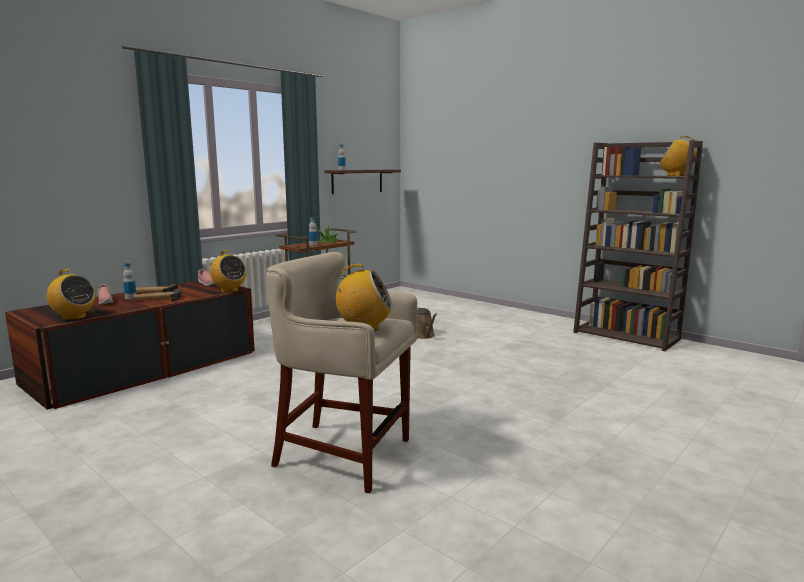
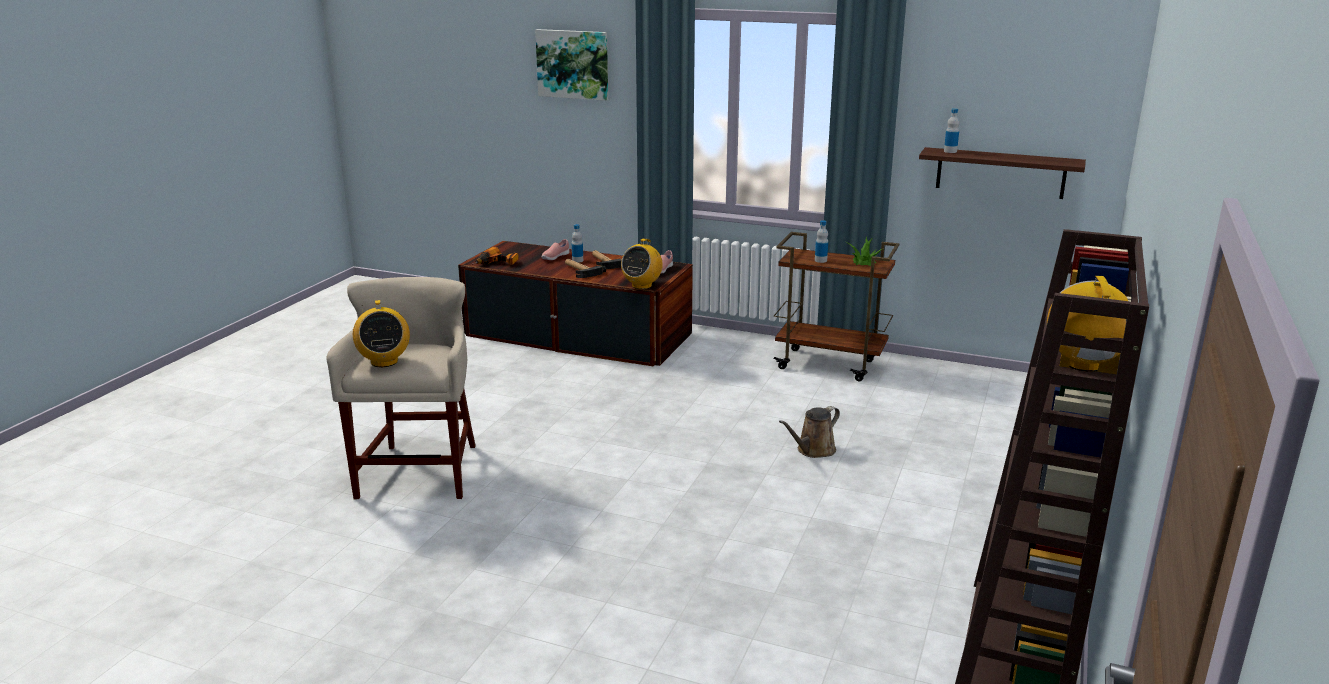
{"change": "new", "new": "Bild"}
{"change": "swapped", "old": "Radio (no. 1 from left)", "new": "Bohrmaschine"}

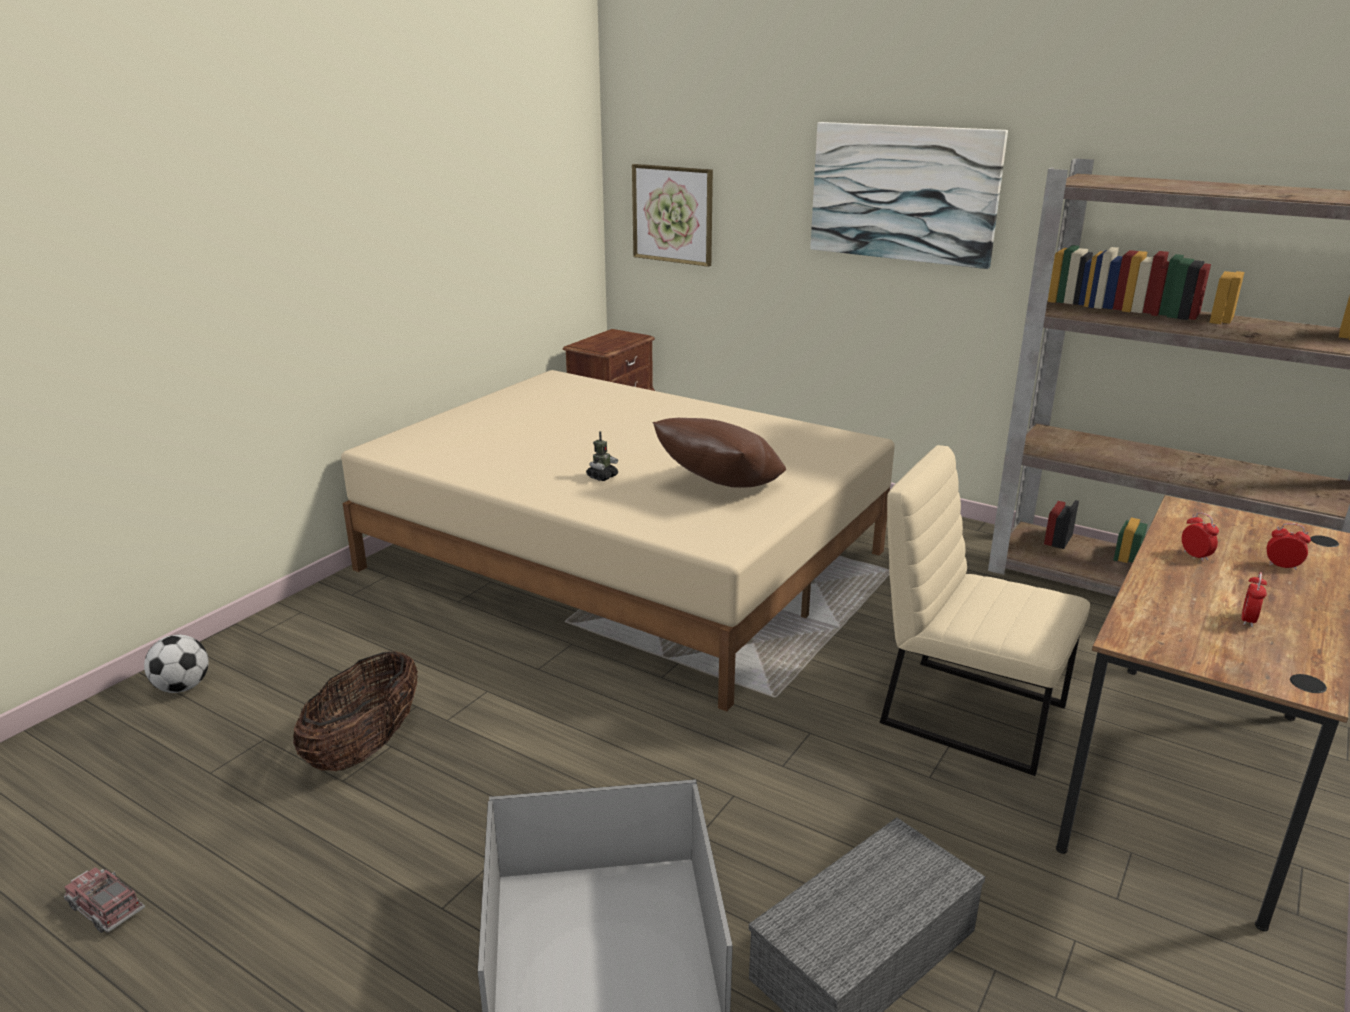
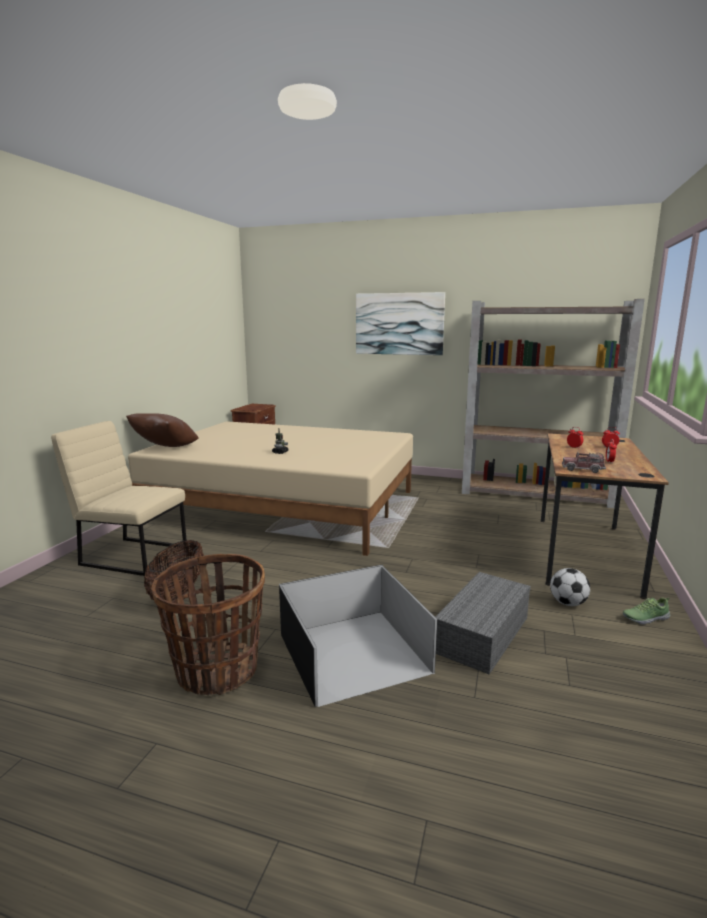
{"change": "gone", "old": "Bild (no. 1 from left)"}
{"change": "new", "new": "Korb (no. 2 from left)"}
{"change": "new", "new": "Schuh"}
{"change": "shifted", "old": "Spielzeuglaster"}
{"change": "shifted", "old": "Fußball"}
{"change": "shifted", "old": "Kissen (braun)"}
{"change": "shifted", "old": "Stuhl (beige)"}

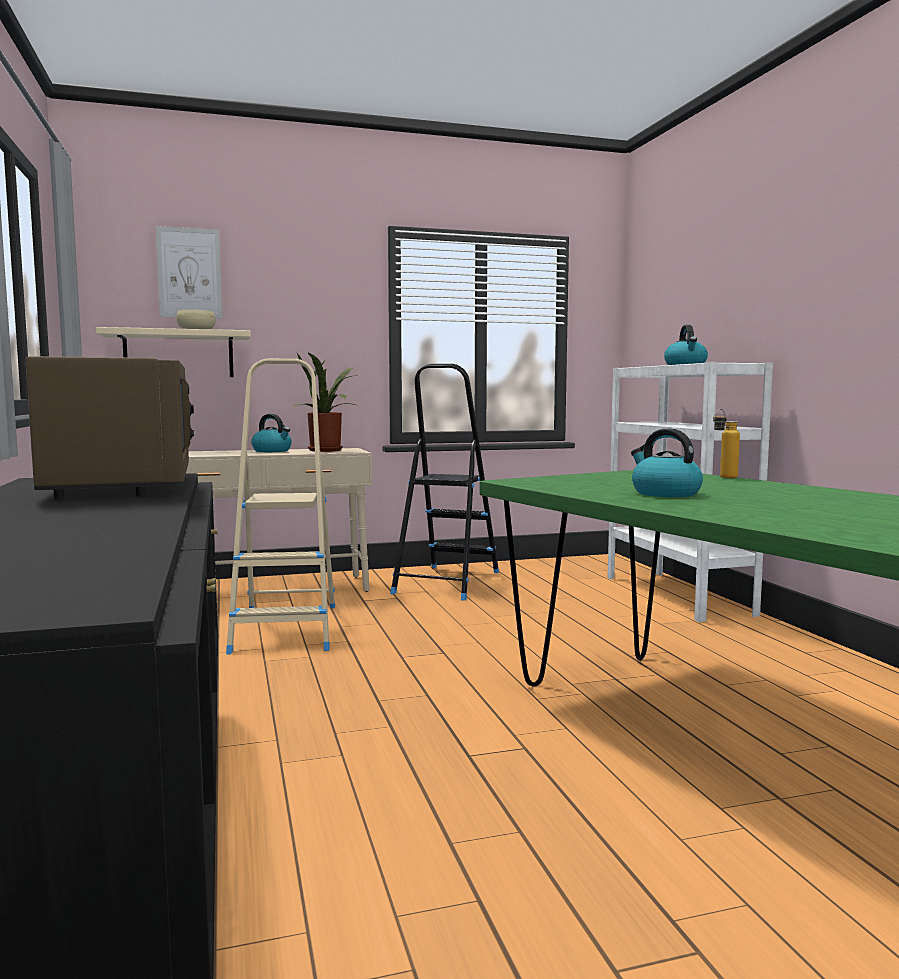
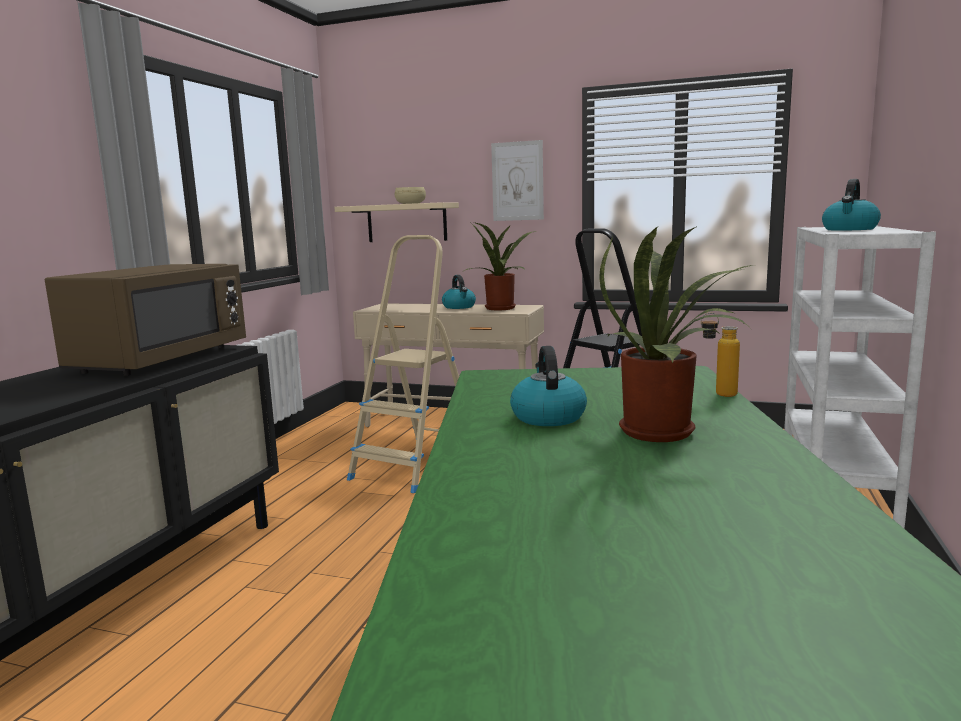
{"change": "new", "new": "Topfpflanze (no. 2 from left)"}
{"change": "shifted", "old": "Bild"}

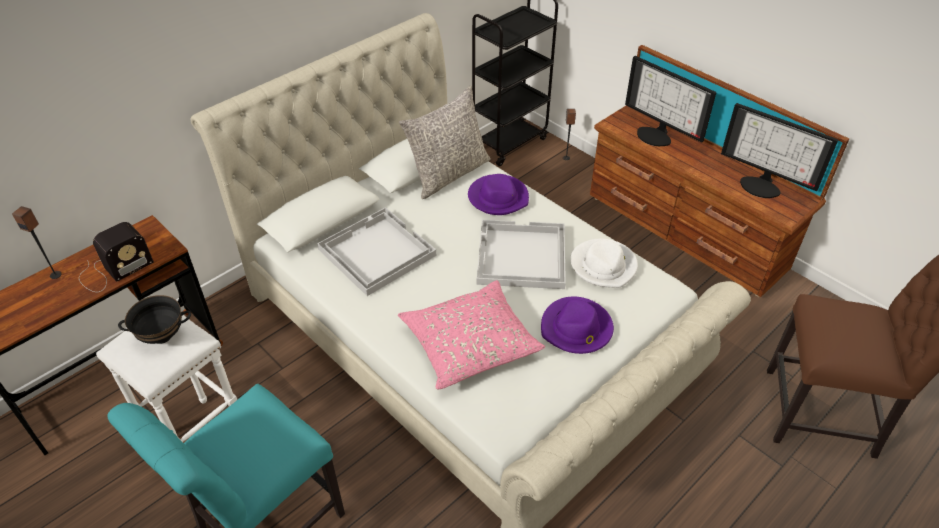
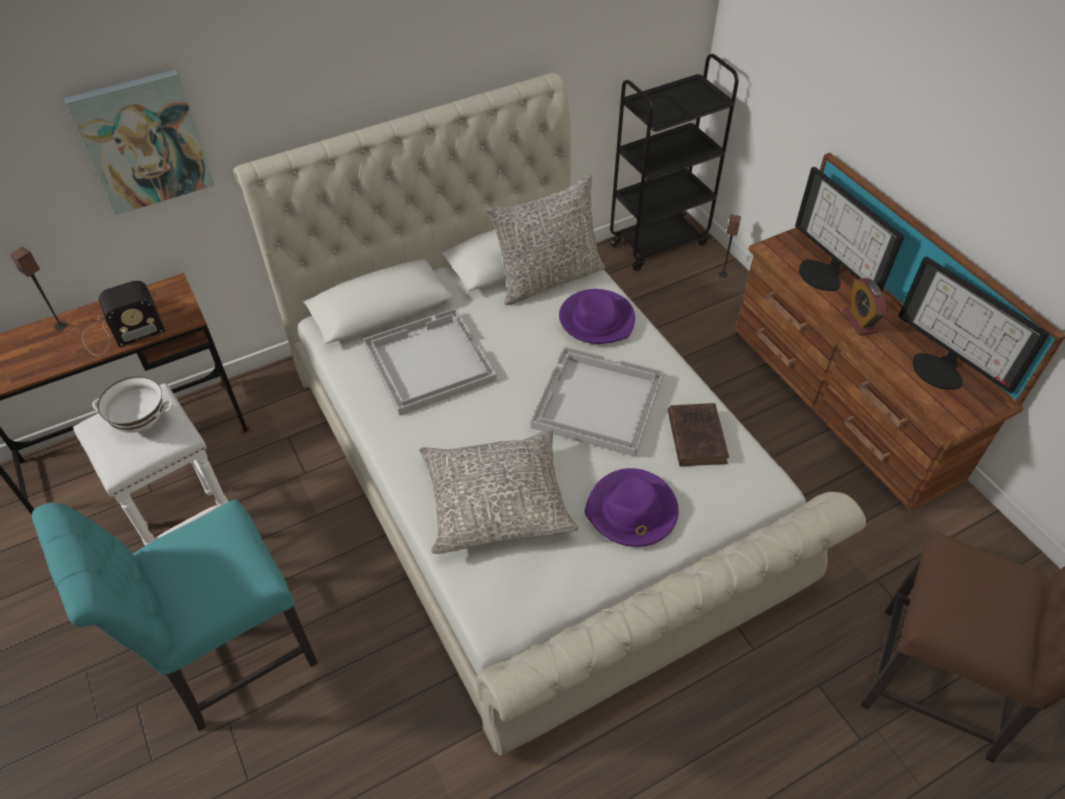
{"change": "new", "new": "Bild"}
{"change": "new", "new": "Wecker"}
{"change": "swapped", "old": "Hut (weiß)", "new": "Buch (braun)"}
{"change": "repainted", "old": "Schüssel (schwarz)", "new": "Schüssel (weiß)"}
{"change": "repainted", "old": "Kissen (rosa)", "new": "Kissen (grau) (no. 1 from left)"}

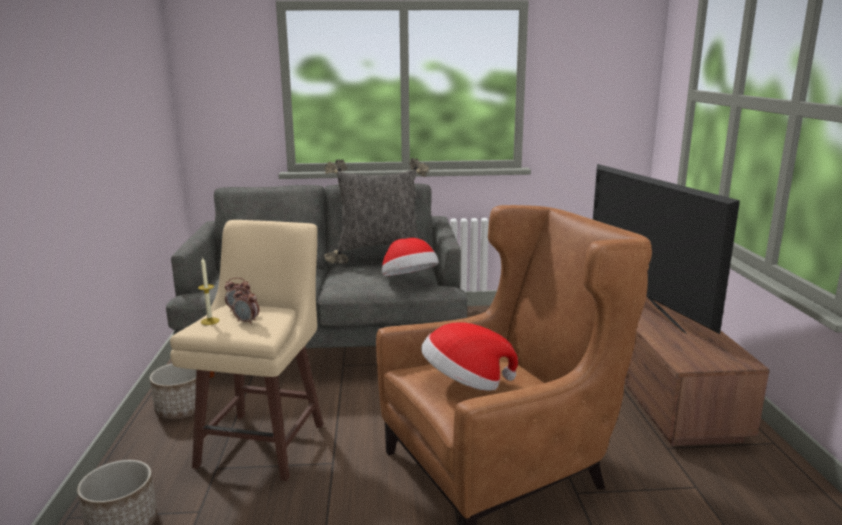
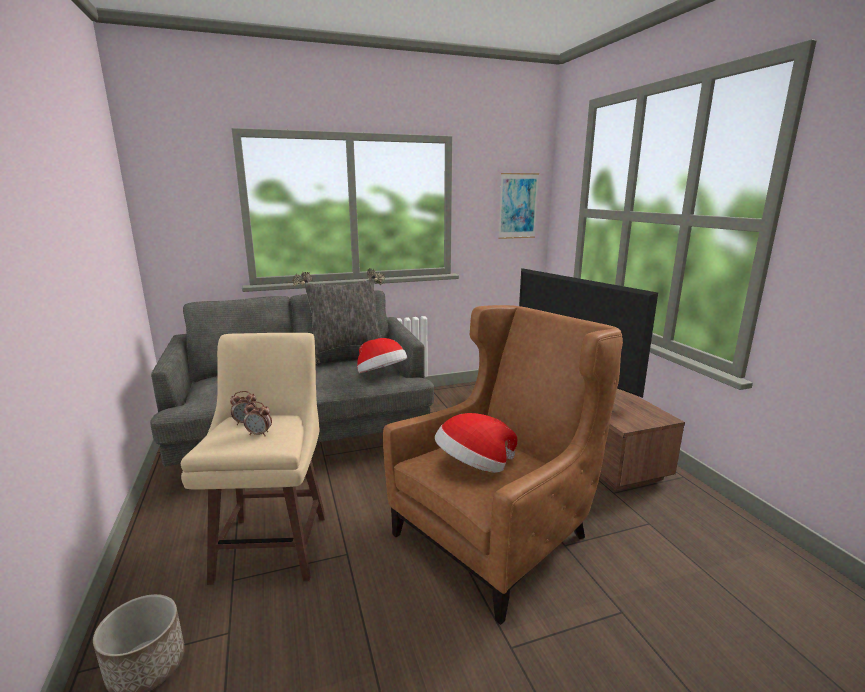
{"change": "gone", "old": "Pflanzkübel (no. 2 from left)"}
{"change": "gone", "old": "Kerze"}
{"change": "new", "new": "Bild"}

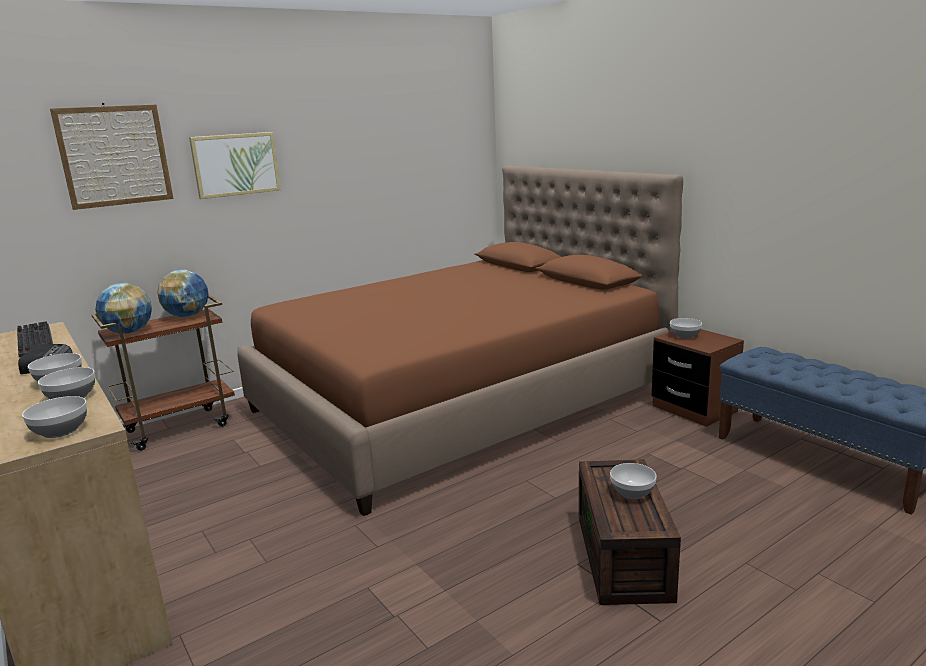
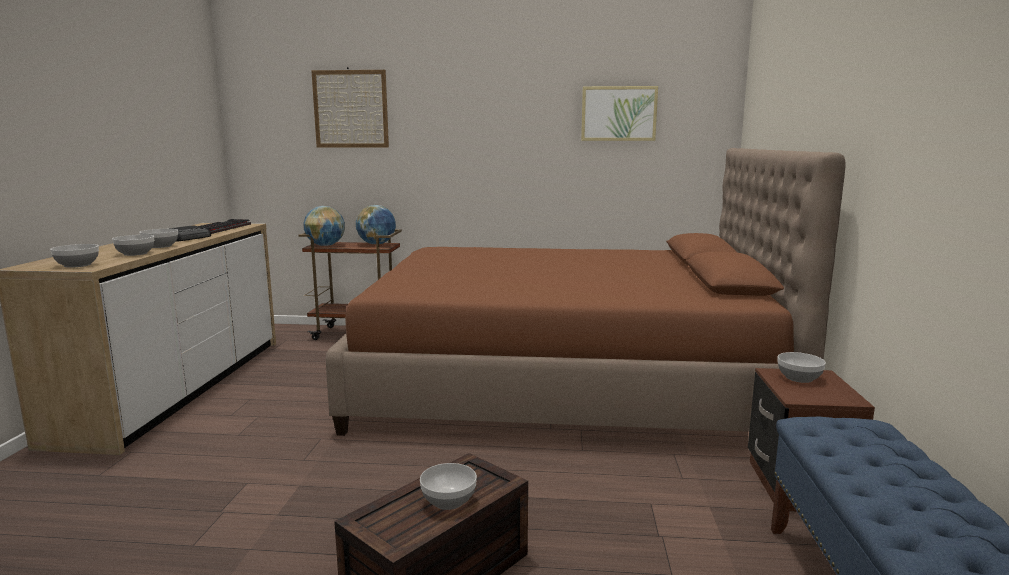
{"change": "shifted", "old": "Bild (no. 2 from left)"}

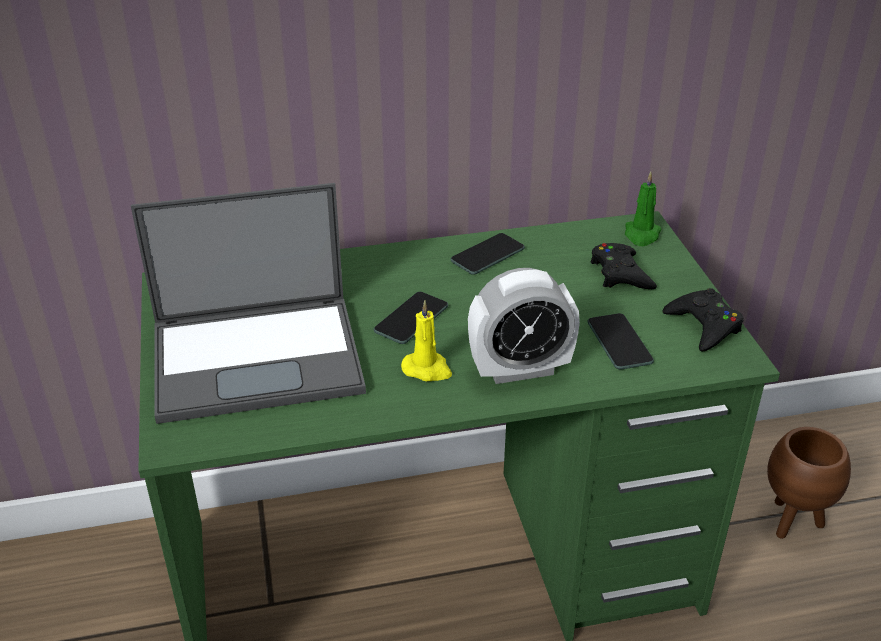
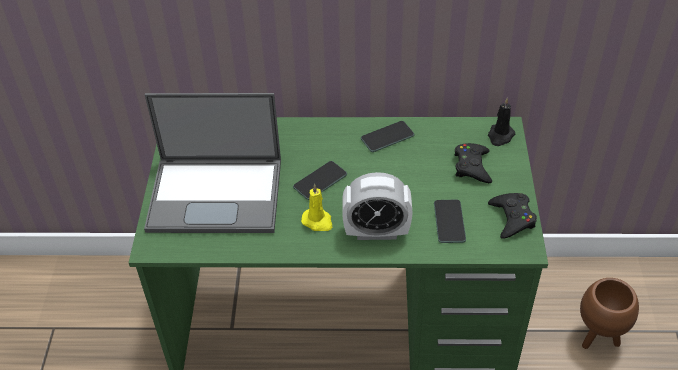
{"change": "repainted", "old": "Kerze (grün)", "new": "Kerze (schwarz)"}

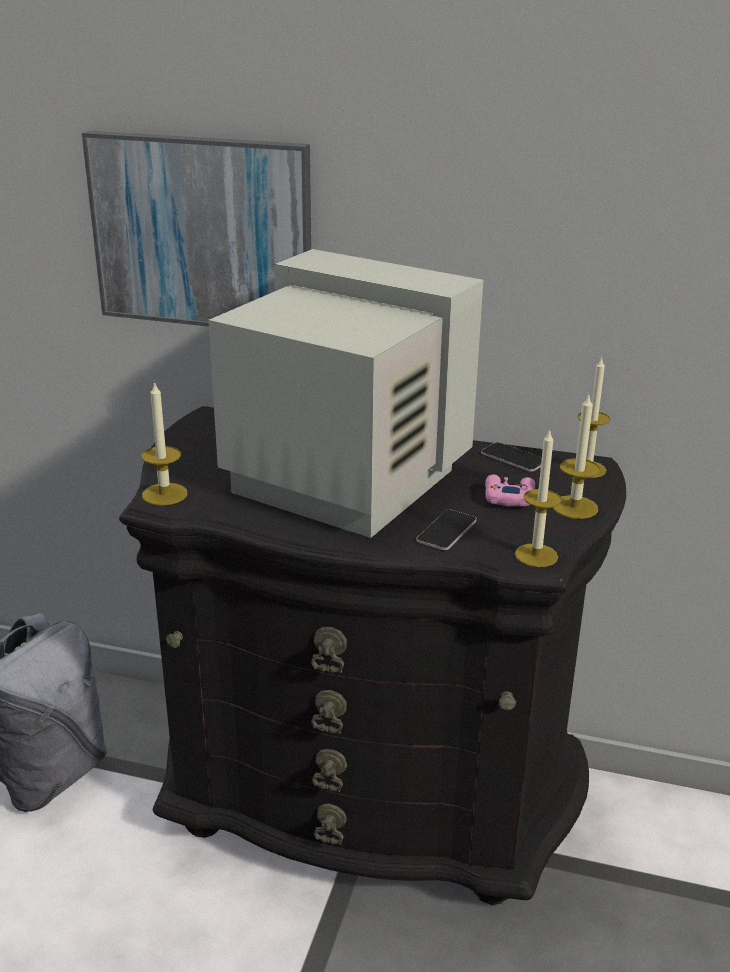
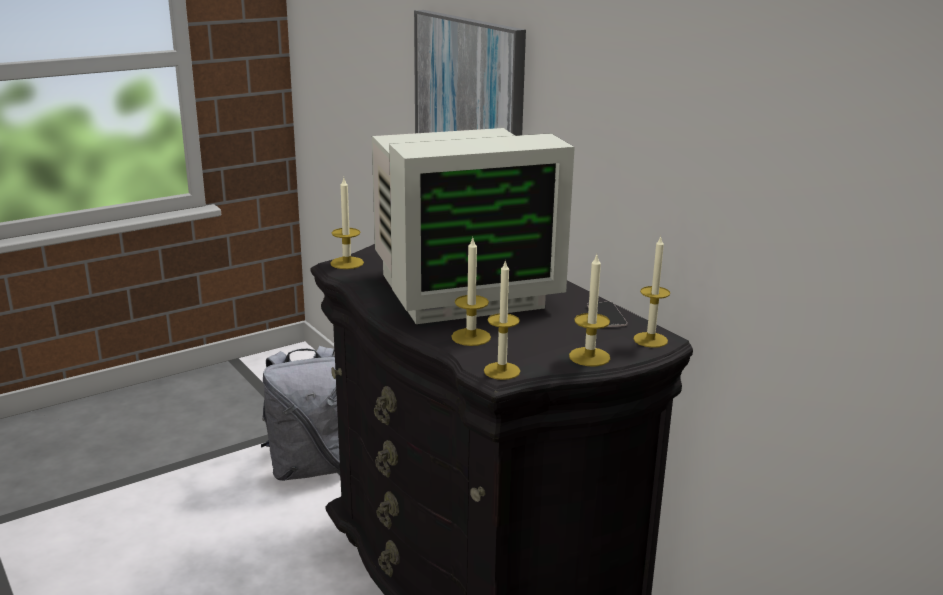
{"change": "gone", "old": "Gamepad (rosa)"}
{"change": "swapped", "old": "Handy (no. 1 from left)", "new": "Kerze (no. 2 from left)"}
{"change": "rotated", "old": "Monitor", "degrees": 90}

